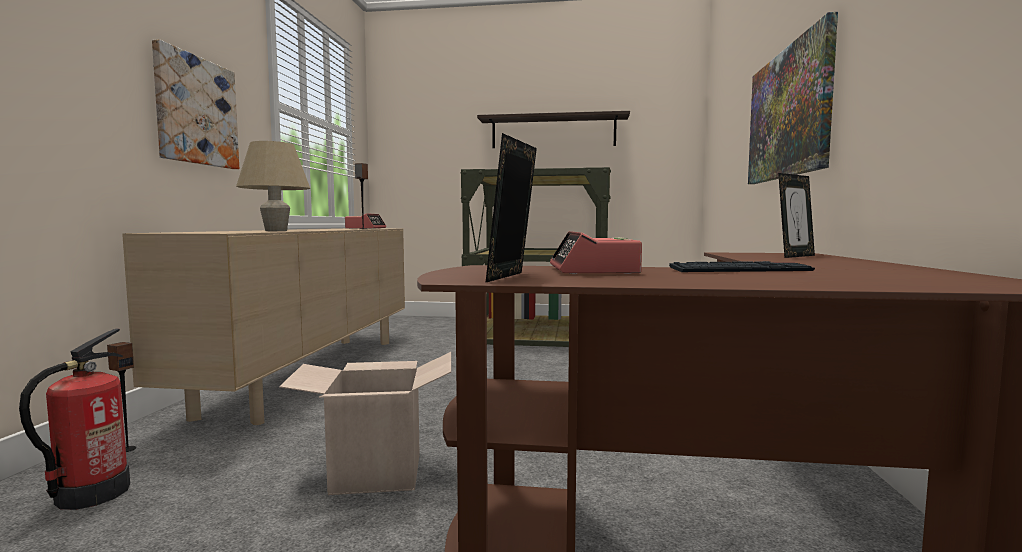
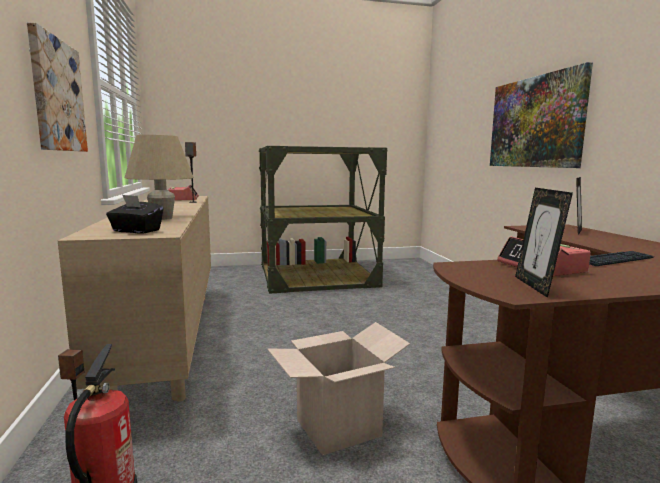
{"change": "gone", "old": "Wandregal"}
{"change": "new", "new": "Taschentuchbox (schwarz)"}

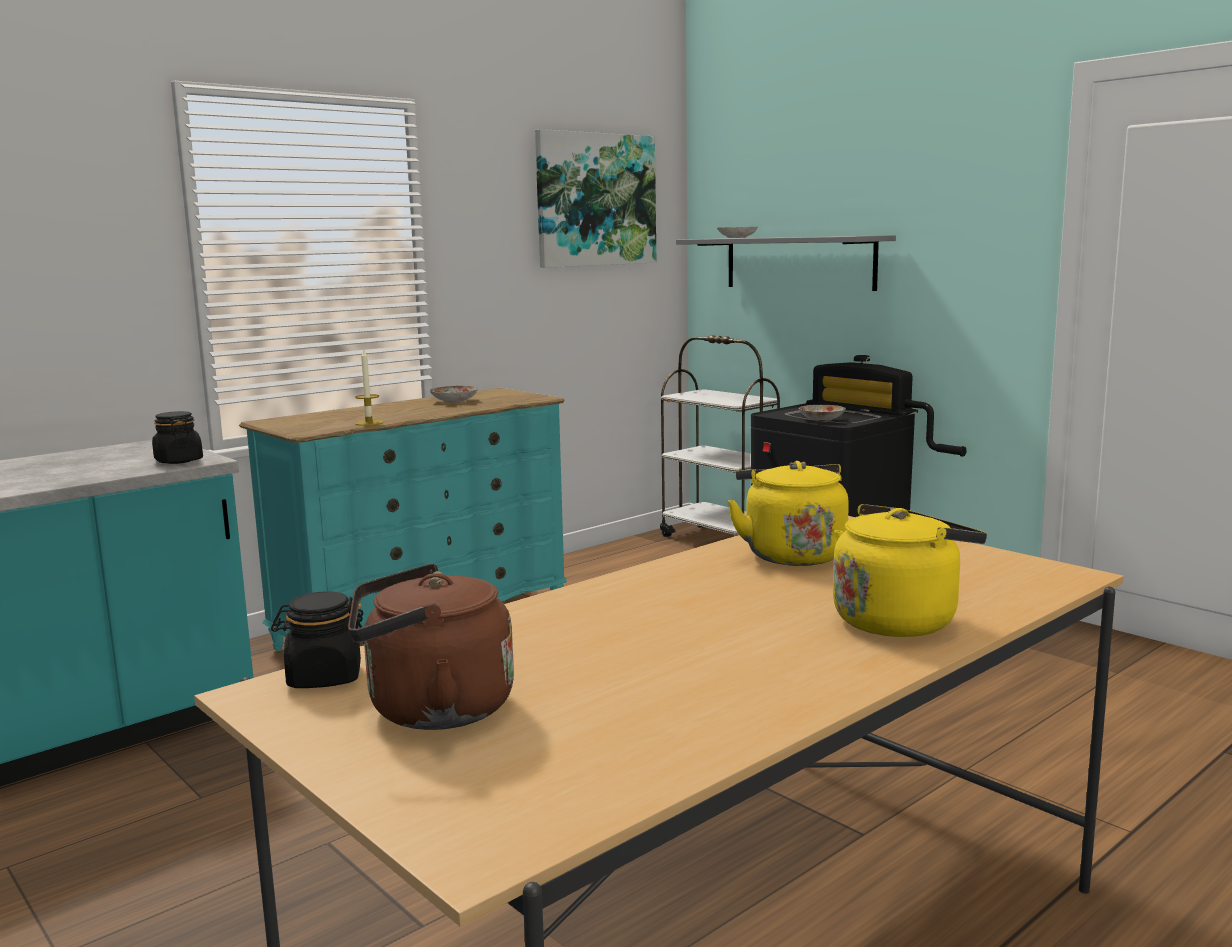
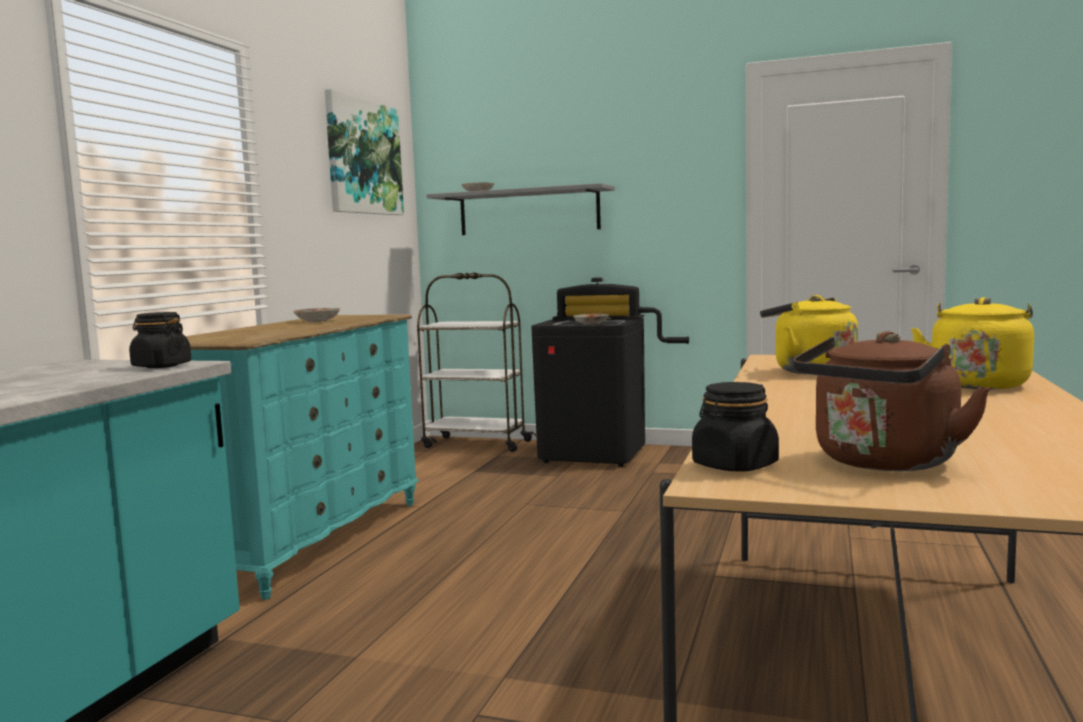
{"change": "gone", "old": "Kerze"}

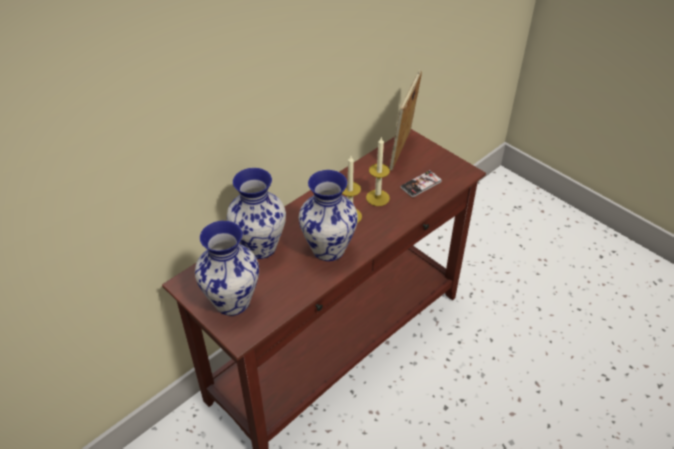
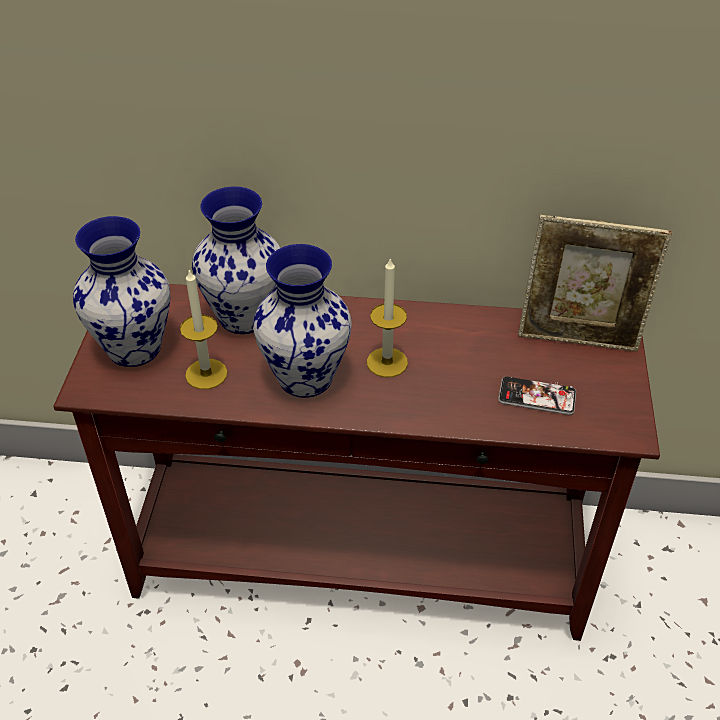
{"change": "shifted", "old": "Kerze (no. 2 from left in the first image)", "new": "Kerze (no. 1 from left)"}
{"change": "rotated", "old": "Bilderrahmen", "degrees": -150}

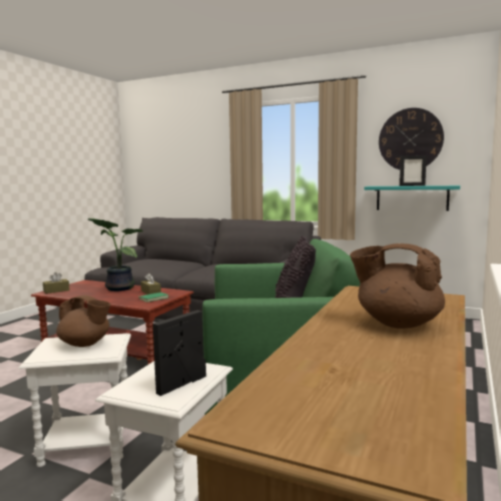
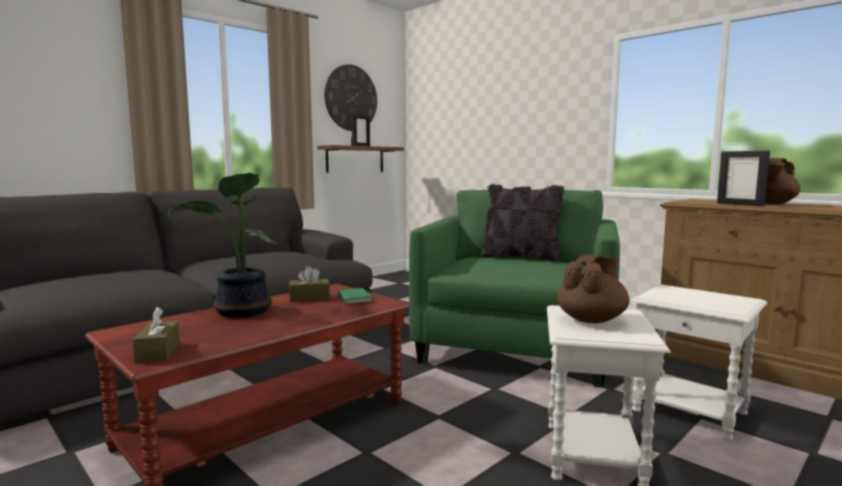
{"change": "shifted", "old": "Bilderrahmen (no. 1 from left in the first image)", "new": "Bilderrahmen (no. 2 from left)"}
{"change": "repainted", "old": "Wandregal (türkis)", "new": "Wandregal (braun)"}

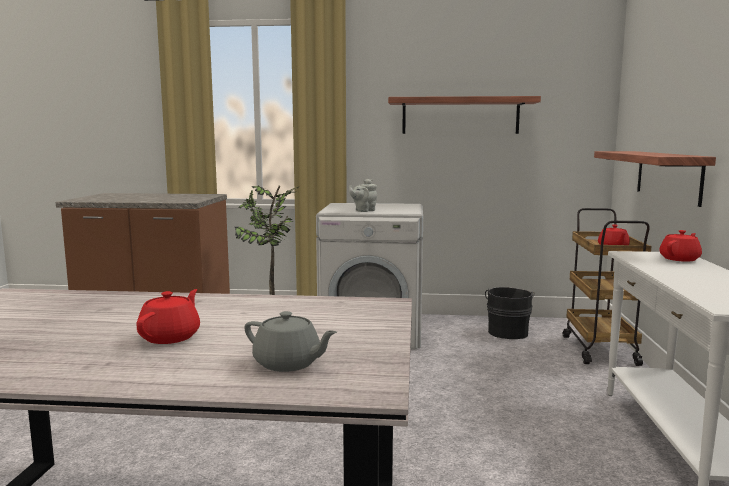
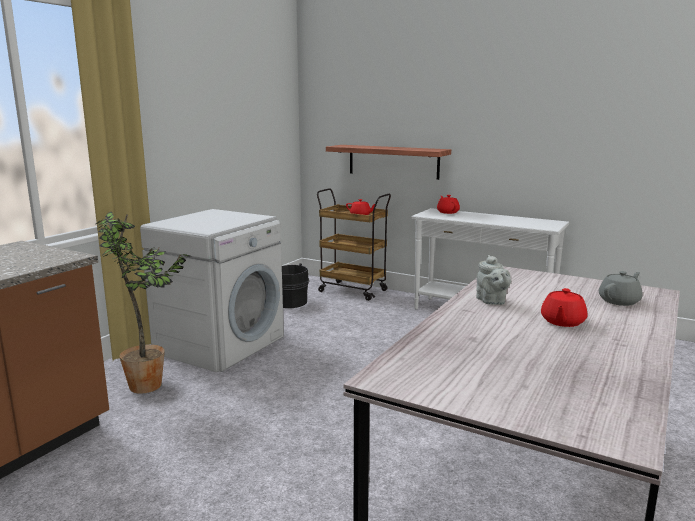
{"change": "gone", "old": "Wandregal (no. 1 from left)"}
{"change": "shifted", "old": "Teekanne (grau) (no. 2 from left in the first image)", "new": "Teekanne (grau) (no. 1 from left)"}
{"change": "rotated", "old": "Teekanne (rot) (no. 1 from left in the first image)", "degrees": -105}

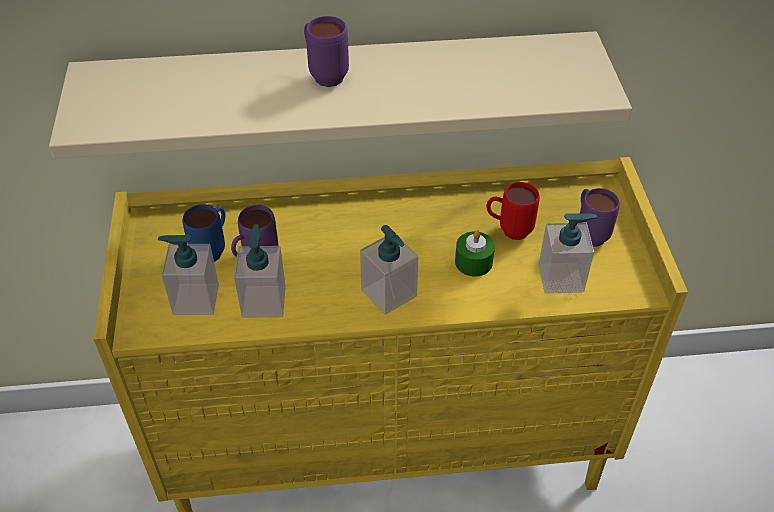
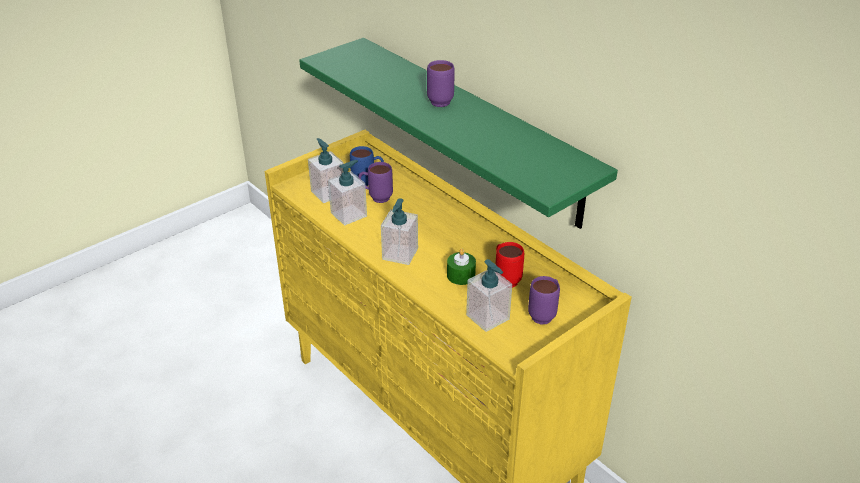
{"change": "repainted", "old": "Wandregal (beige)", "new": "Wandregal (grün)"}

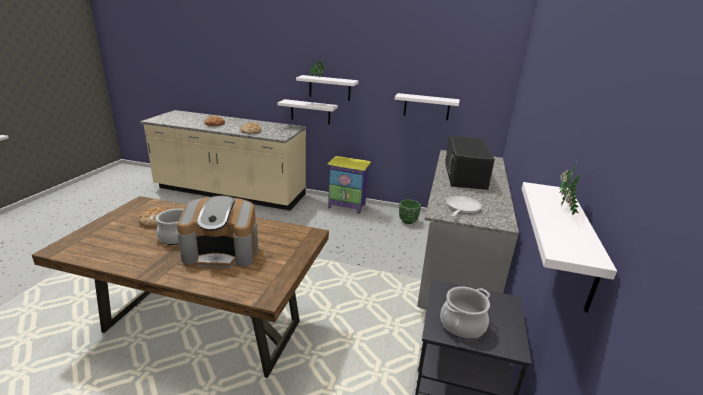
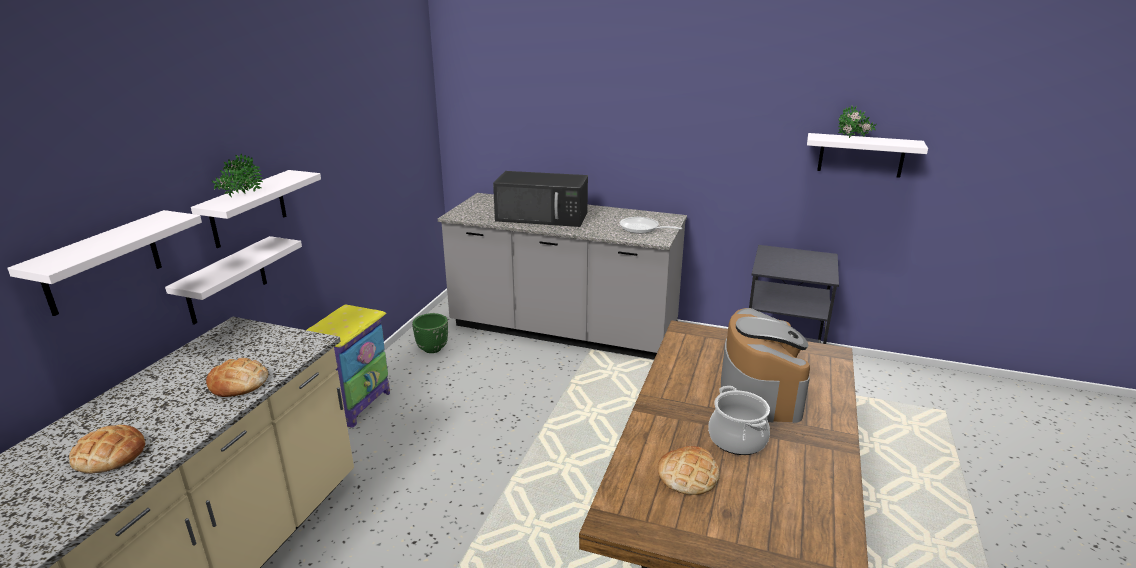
{"change": "gone", "old": "Kochtopf (no. 2 from left)"}
{"change": "shifted", "old": "Wandregal (weiß) (no. 3 from left in the first image)", "new": "Wandregal (weiß) (no. 1 from left)"}

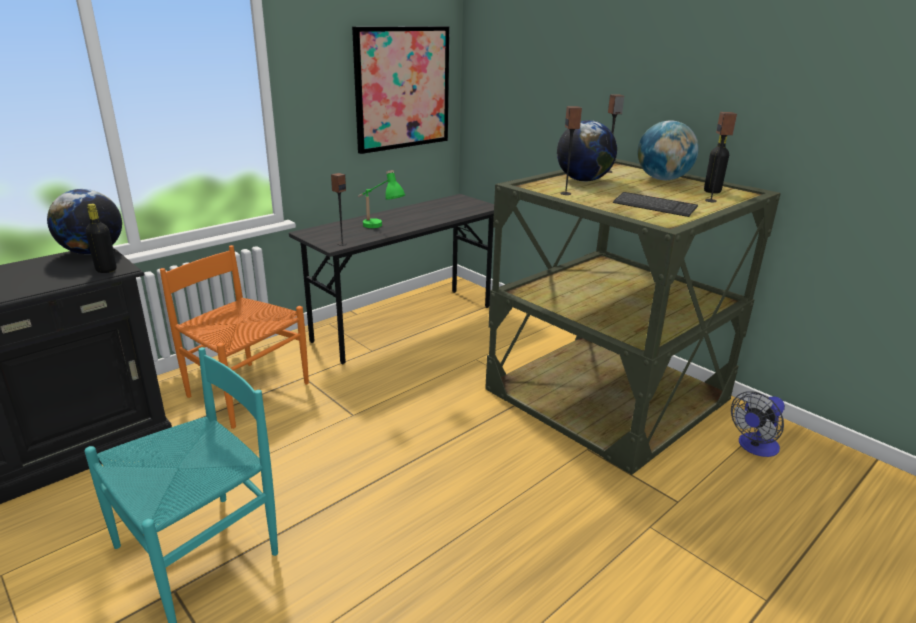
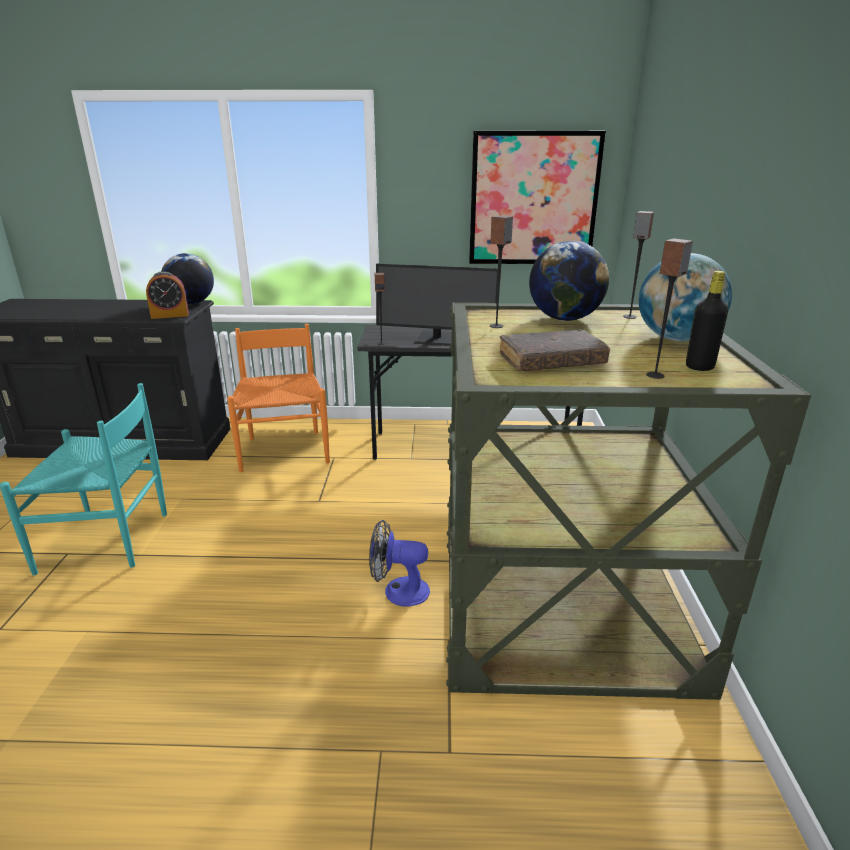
{"change": "shifted", "old": "Ventilator"}
{"change": "swapped", "old": "Flasche (schwarz) (no. 1 from left)", "new": "Wecker"}
{"change": "swapped", "old": "Tischlampe (grün)", "new": "Monitor"}
{"change": "swapped", "old": "Tastatur", "new": "Buch (braun)"}

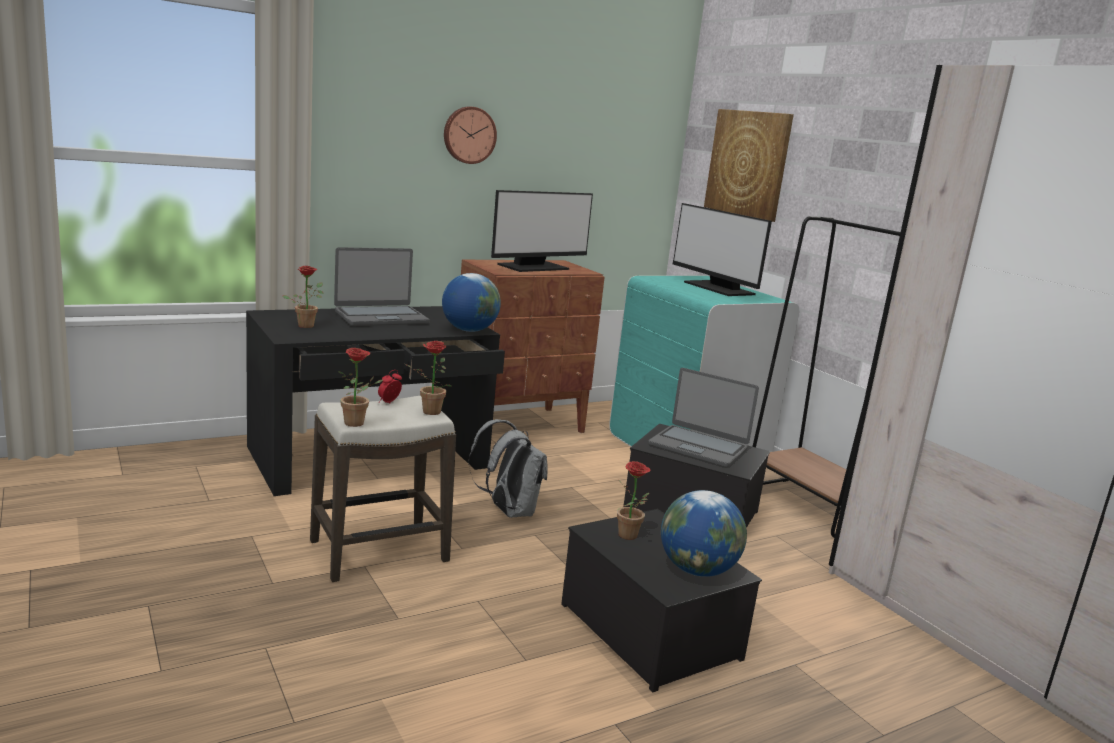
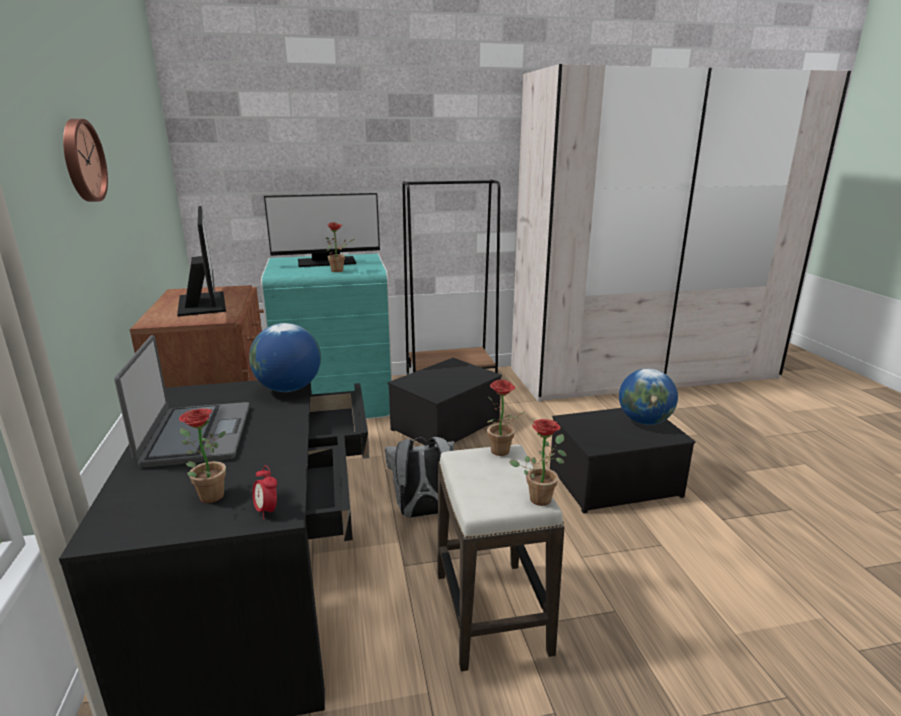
{"change": "gone", "old": "Laptop (no. 2 from left)"}
{"change": "gone", "old": "Bild"}
{"change": "shifted", "old": "Wecker"}
{"change": "shifted", "old": "Topfpflanze (no. 4 from left in the first image)", "new": "Topfpflanze (no. 2 from left)"}

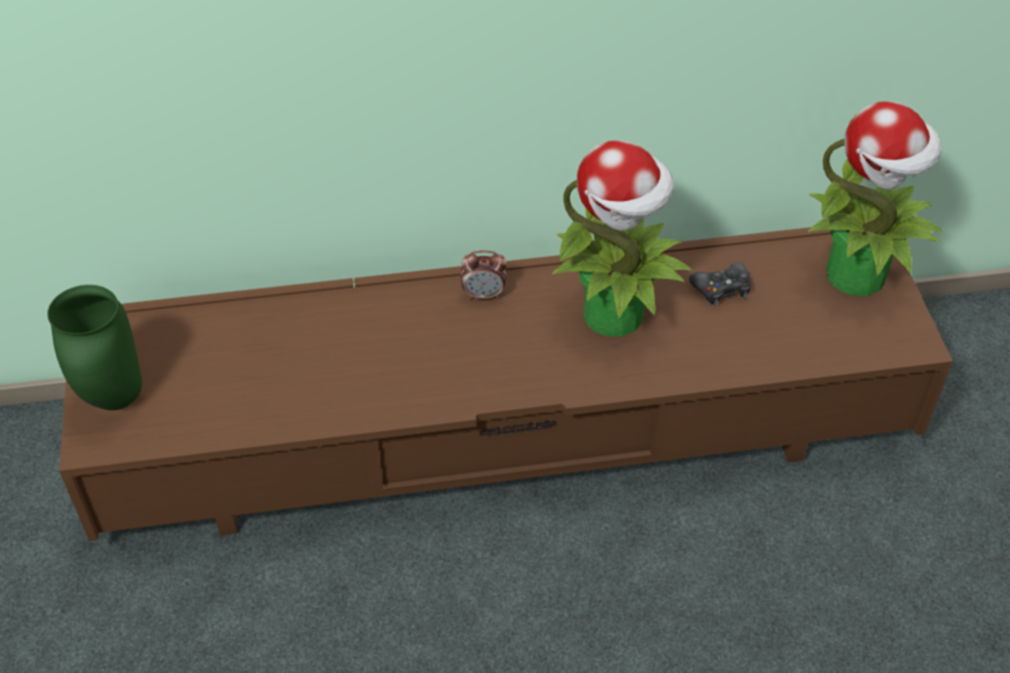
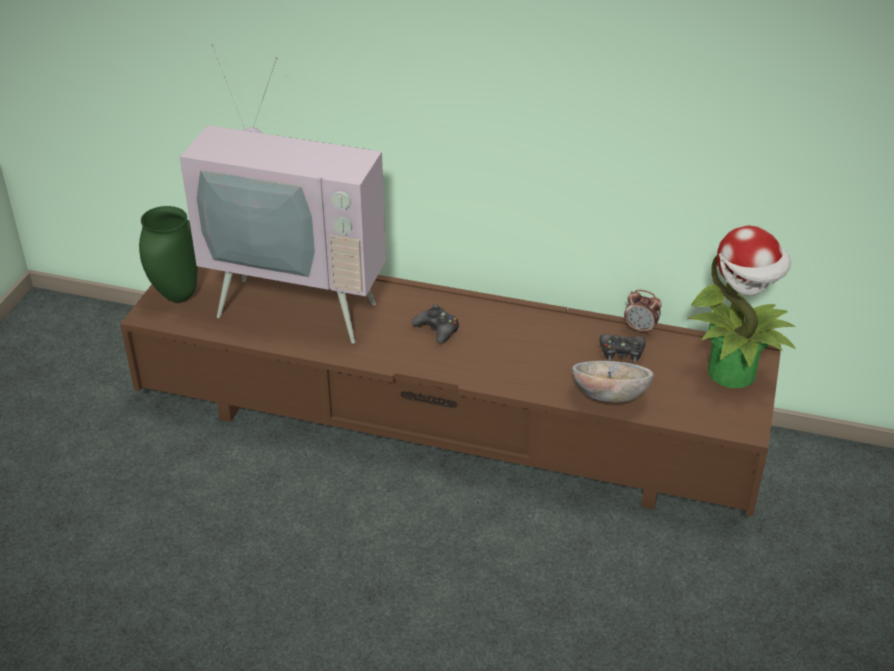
{"change": "gone", "old": "Topfpflanze (no. 1 from left)"}
{"change": "new", "new": "Fernseher"}
{"change": "new", "new": "Gamepad (schwarz) (no. 1 from left)"}
{"change": "new", "new": "Schüssel"}
{"change": "shifted", "old": "Wecker"}

